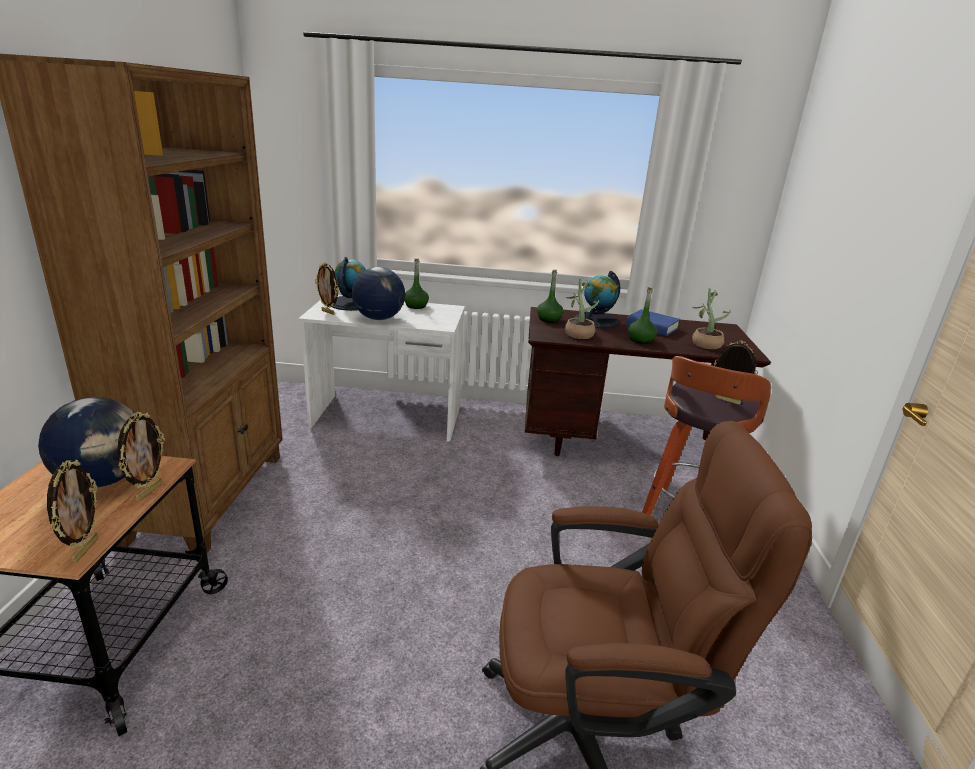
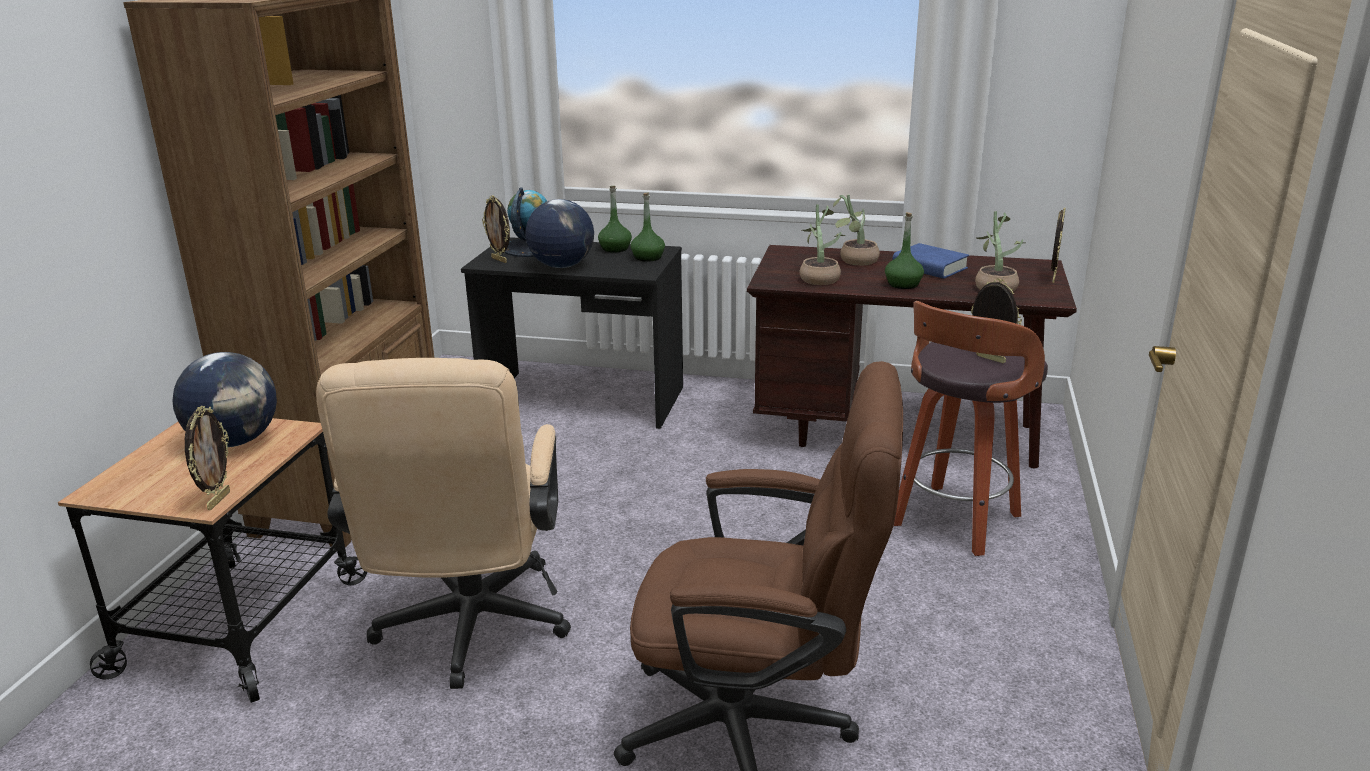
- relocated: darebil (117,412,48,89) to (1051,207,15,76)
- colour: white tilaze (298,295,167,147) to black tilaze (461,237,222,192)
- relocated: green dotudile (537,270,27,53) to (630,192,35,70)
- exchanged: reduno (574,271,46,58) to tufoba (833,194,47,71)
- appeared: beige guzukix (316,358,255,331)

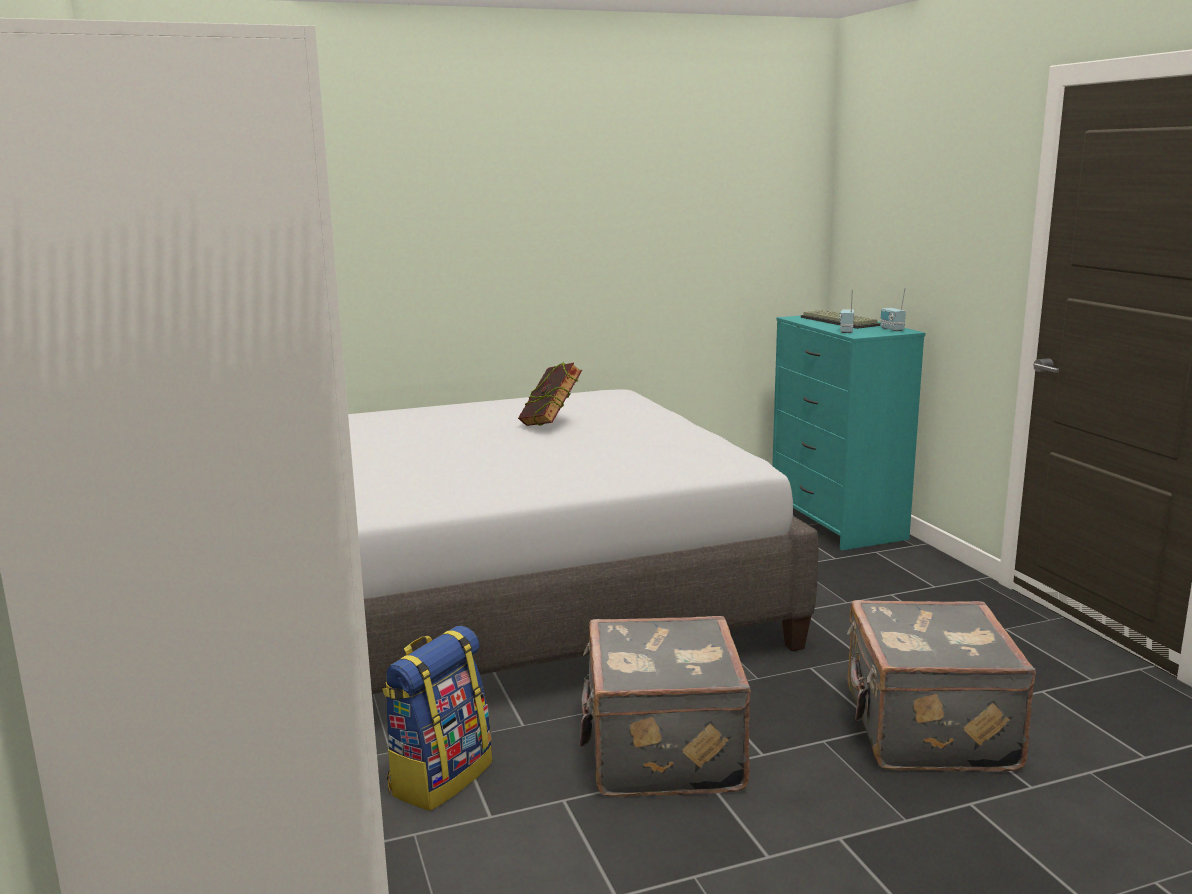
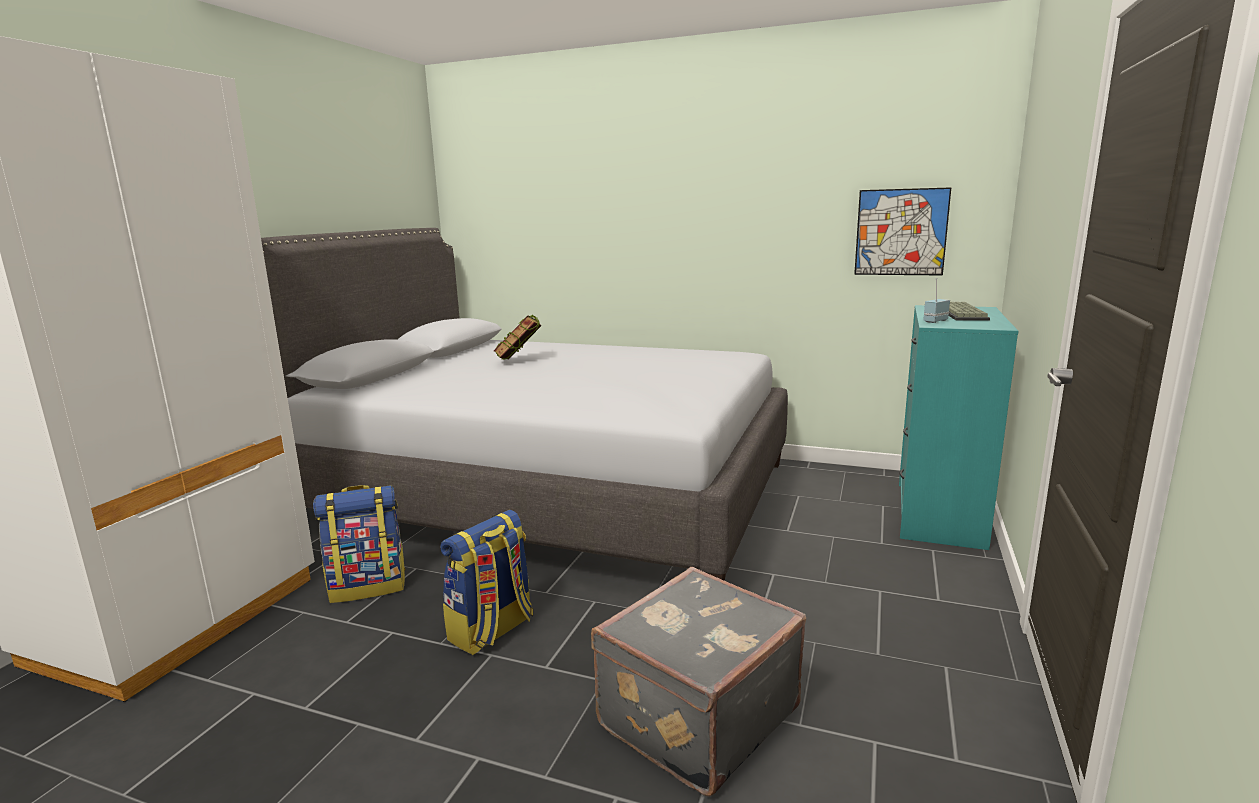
- relocated: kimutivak (518,362,64,64) to (494,315,47,44)
- exchanged: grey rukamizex (580,616,171,181) to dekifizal (440,510,93,145)
- missing: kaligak (880,288,26,43)
- appeared: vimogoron (854,187,98,89)

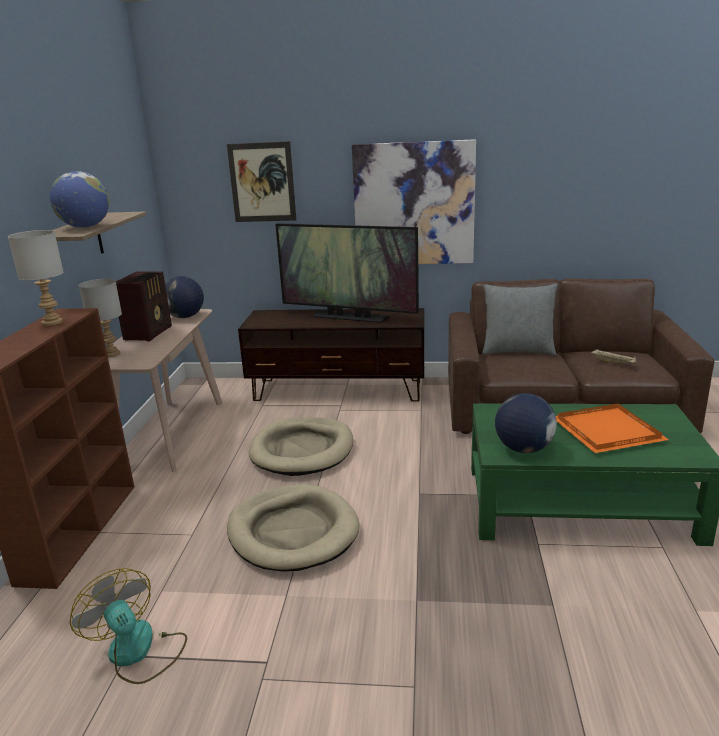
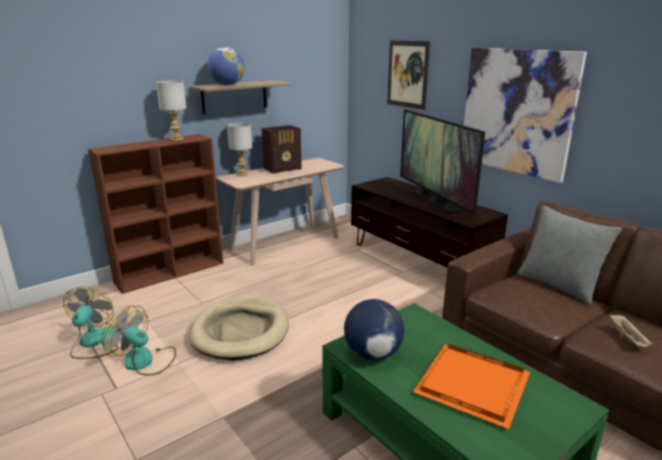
- missing: reduno (165,276,39,42)
- missing: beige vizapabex (249,417,104,59)
- appeared: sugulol (101,306,75,69)

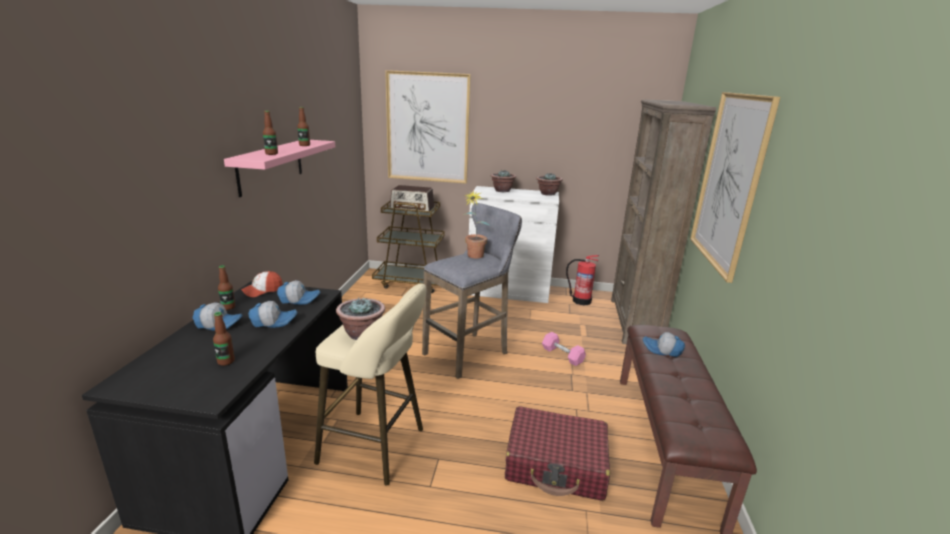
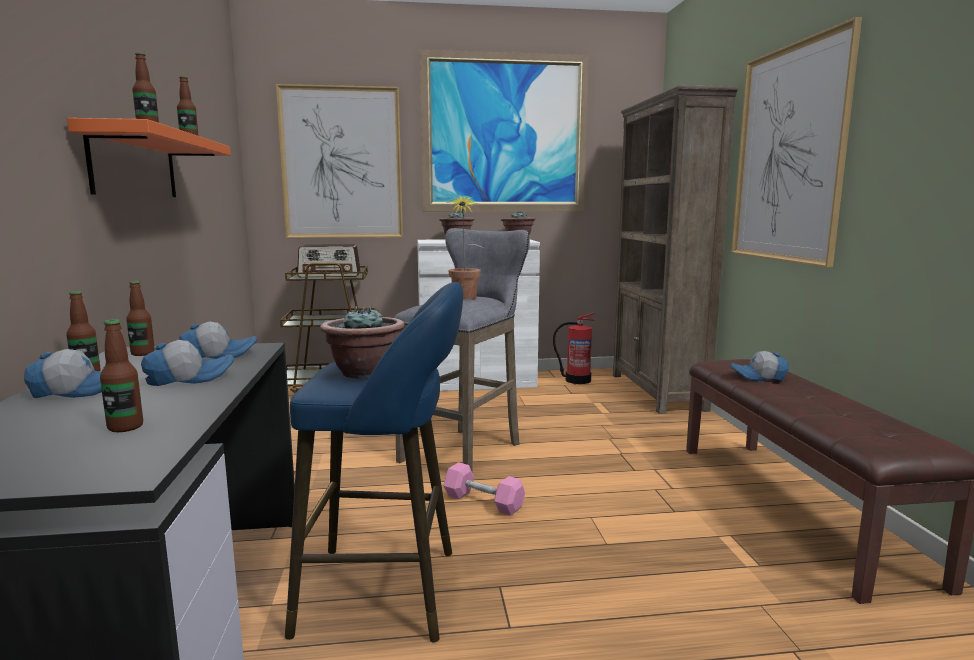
- colour: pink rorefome (224,140,111,57) to orange rorefome (67,118,164,79)
- exchanged: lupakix (241,271,42,26) to dotudile (126,281,29,75)
- colour: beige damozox (314,283,112,202) to blue damozox (285,282,178,360)
- missing: red rukamizex (505,406,105,95)
- relocated: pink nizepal (542,332,44,34) to (443,462,82,54)
- appeared: vimogoron (420,50,169,162)

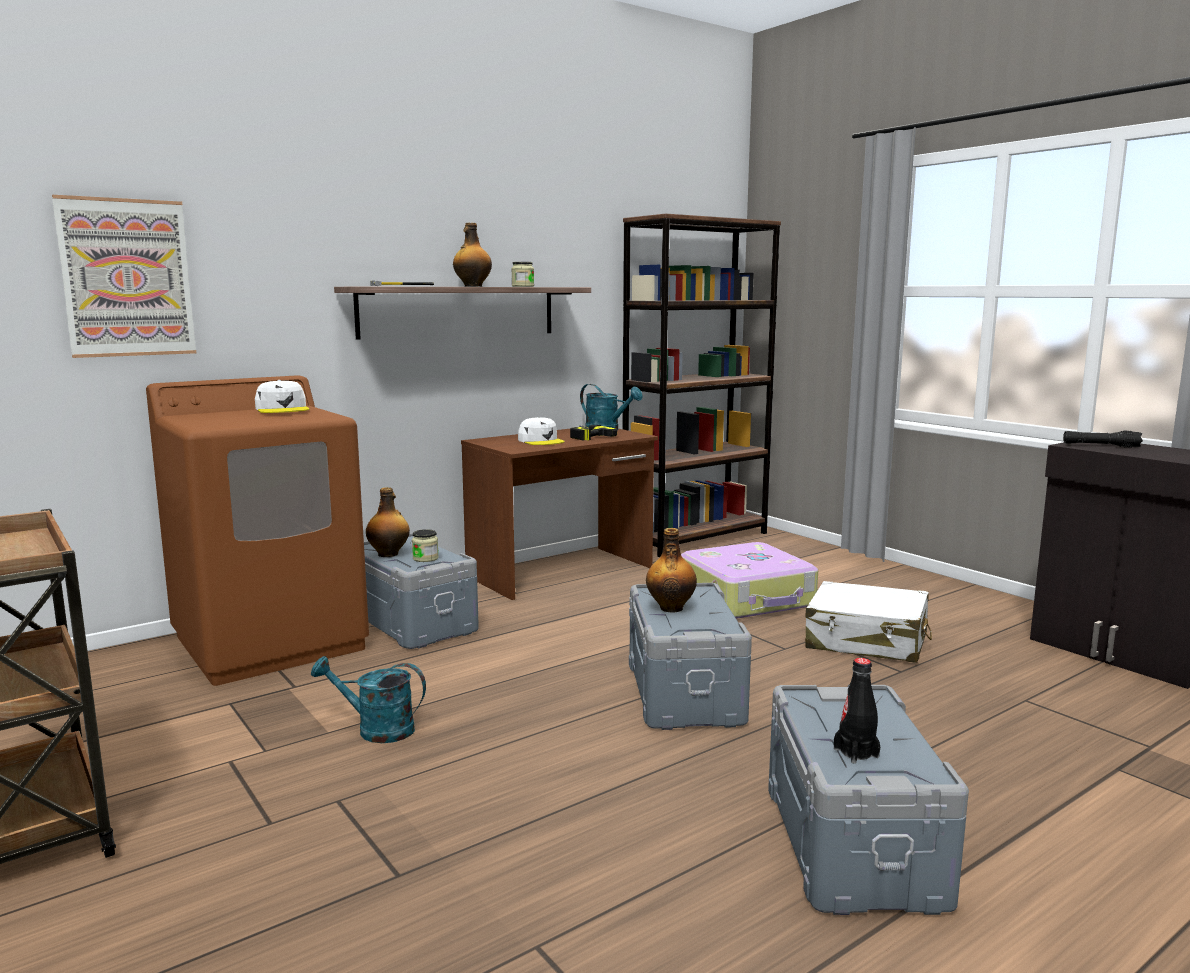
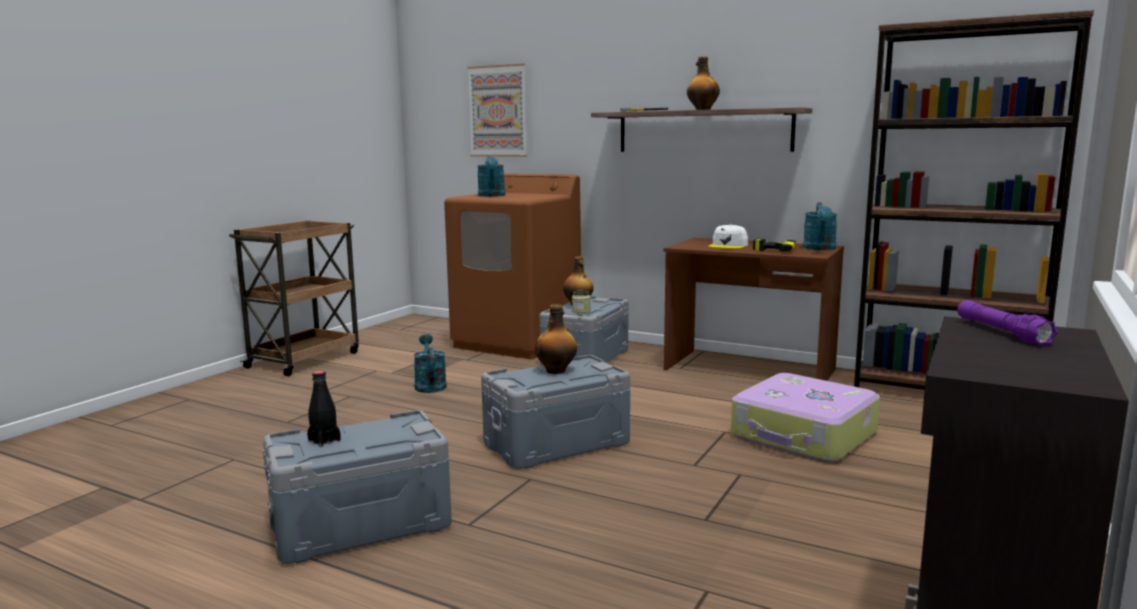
- missing: white lupakix (255,380,55,33)
- missing: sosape (511,262,23,25)
- missing: white rukamizex (805,581,127,82)
- colour: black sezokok (1063,431,80,17) to purple sezokok (957,300,101,45)
- appeared: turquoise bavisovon (477,156,28,41)

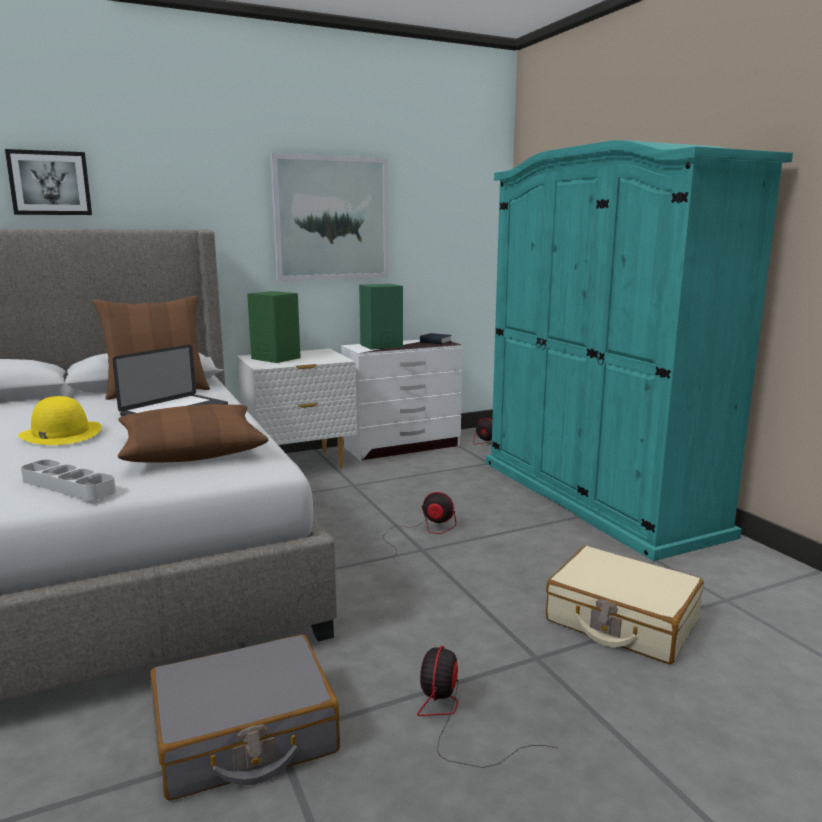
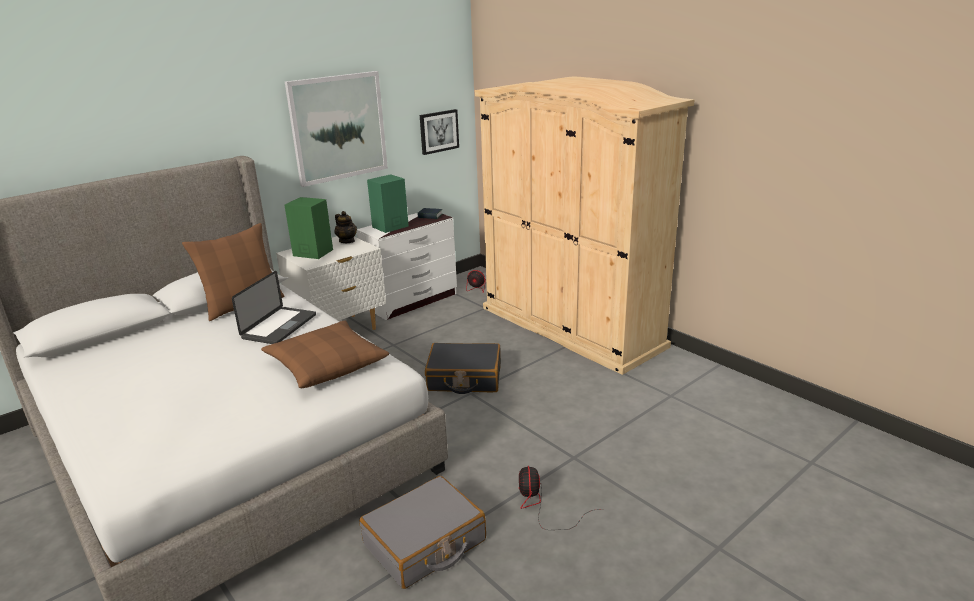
- relocated: vimogoron (5,149,87,66) to (420,109,39,46)
- missing: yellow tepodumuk (18,396,84,49)
- missing: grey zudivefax (21,460,95,41)
- exchanged: sugulol (383,492,73,66) to black rukamizex (425,343,76,51)
- colour: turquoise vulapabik (486,140,307,421) to beige vulapabik (475,76,219,299)
- missing: beige rukamizex (546,546,158,118)
- appeared: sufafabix (334,211,23,32)

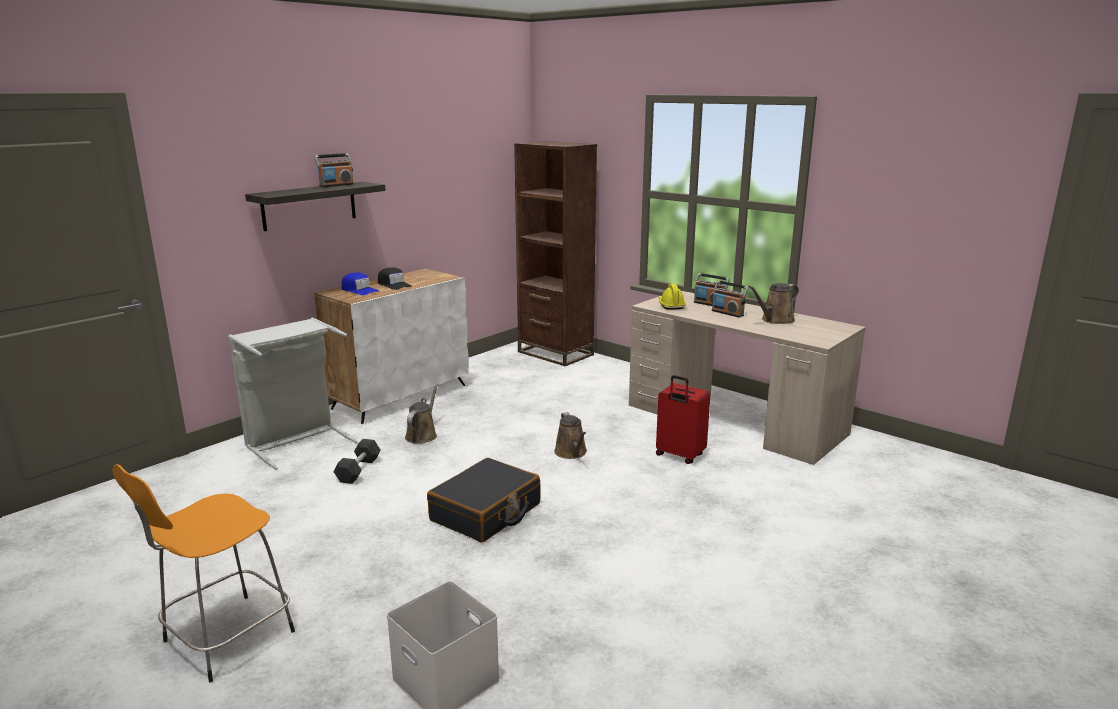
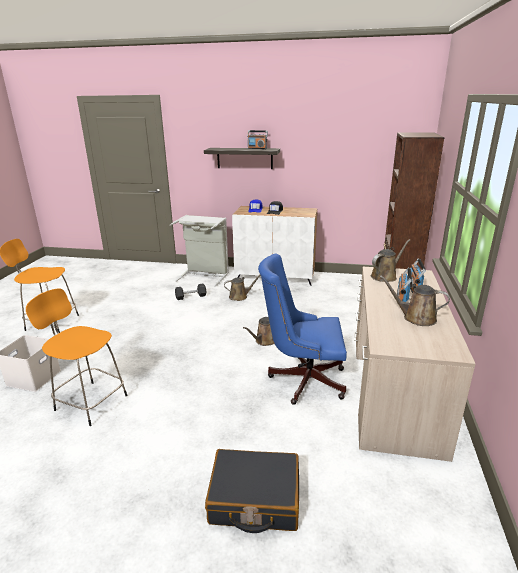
- relocated: black rukamizex (427,458,114,85) to (205,449,94,84)
- exchanged: red rukamizex (656,375,55,89) to blue guzukix (258,254,89,151)
- exchanged: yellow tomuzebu (659,284,27,26) to brown bavisovon (371,239,39,43)
- appeared: orange damozox (26,288,102,138)

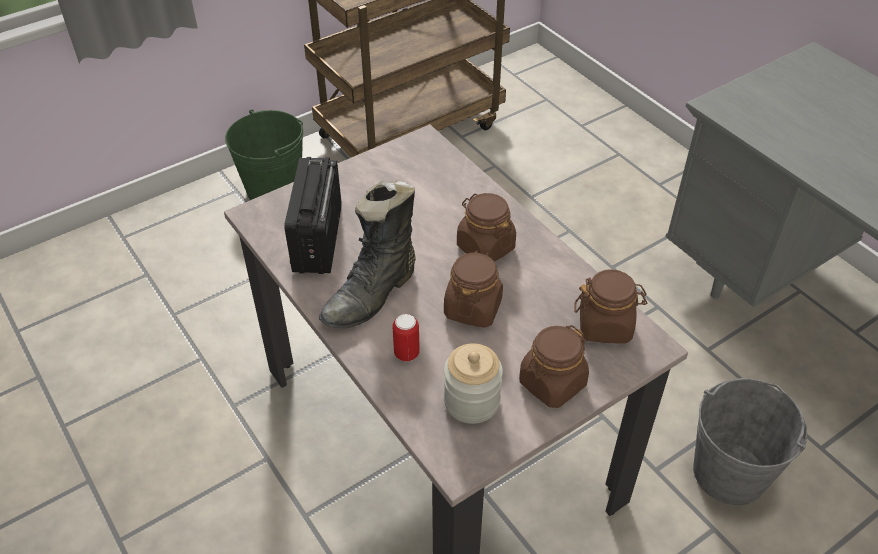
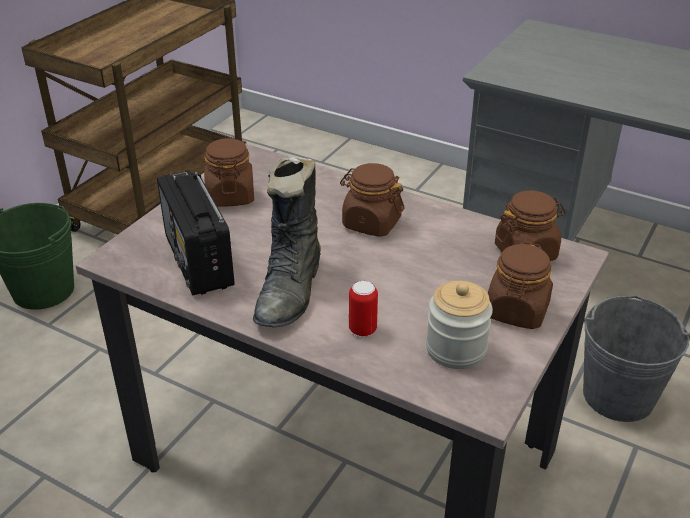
- relocated: brown sosape (444,251,59,77) to (204,138,50,68)

